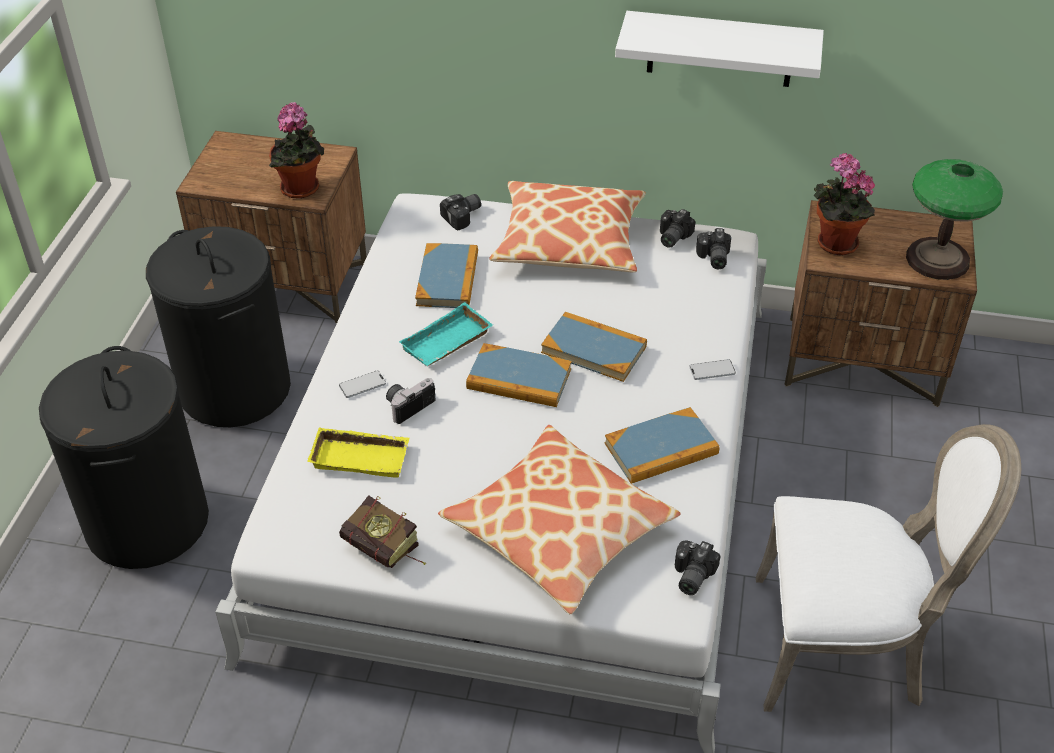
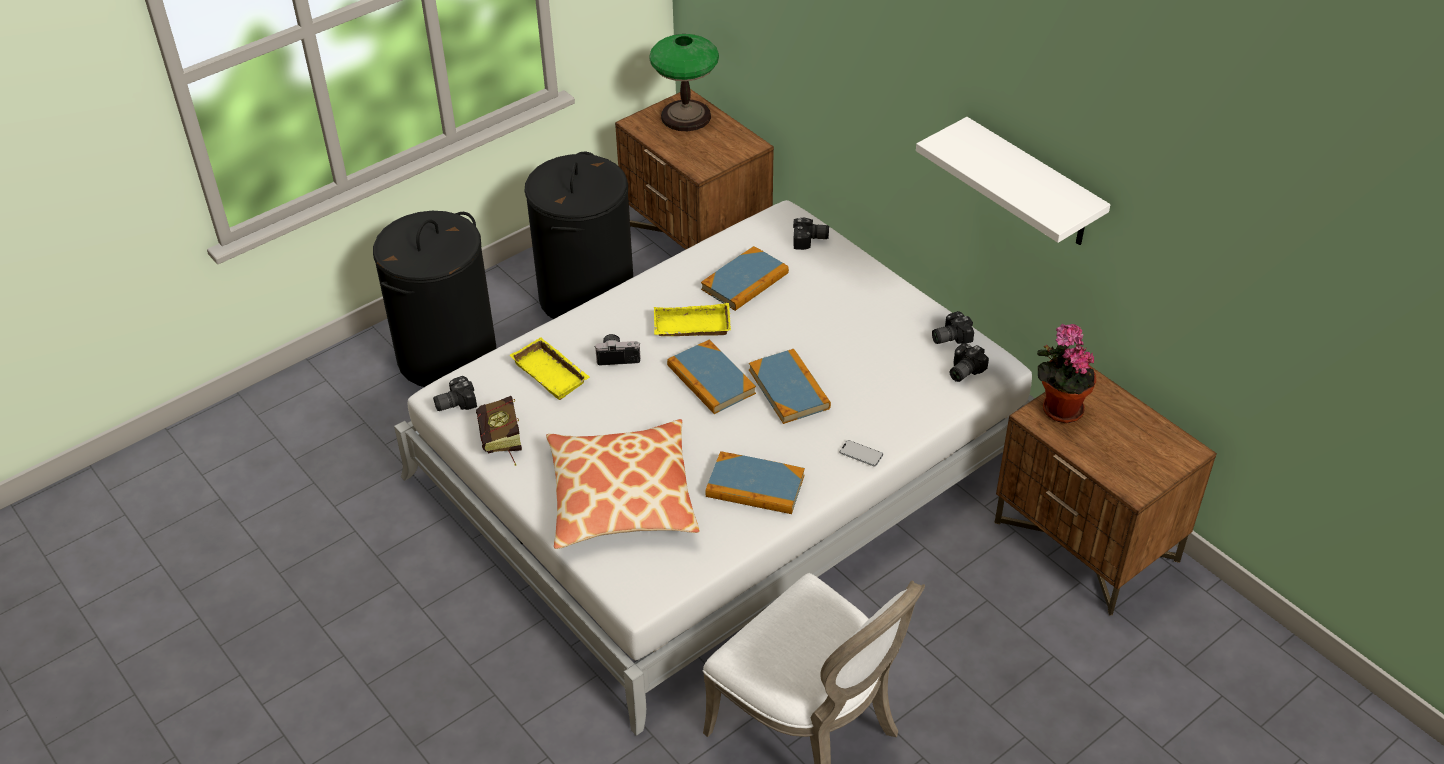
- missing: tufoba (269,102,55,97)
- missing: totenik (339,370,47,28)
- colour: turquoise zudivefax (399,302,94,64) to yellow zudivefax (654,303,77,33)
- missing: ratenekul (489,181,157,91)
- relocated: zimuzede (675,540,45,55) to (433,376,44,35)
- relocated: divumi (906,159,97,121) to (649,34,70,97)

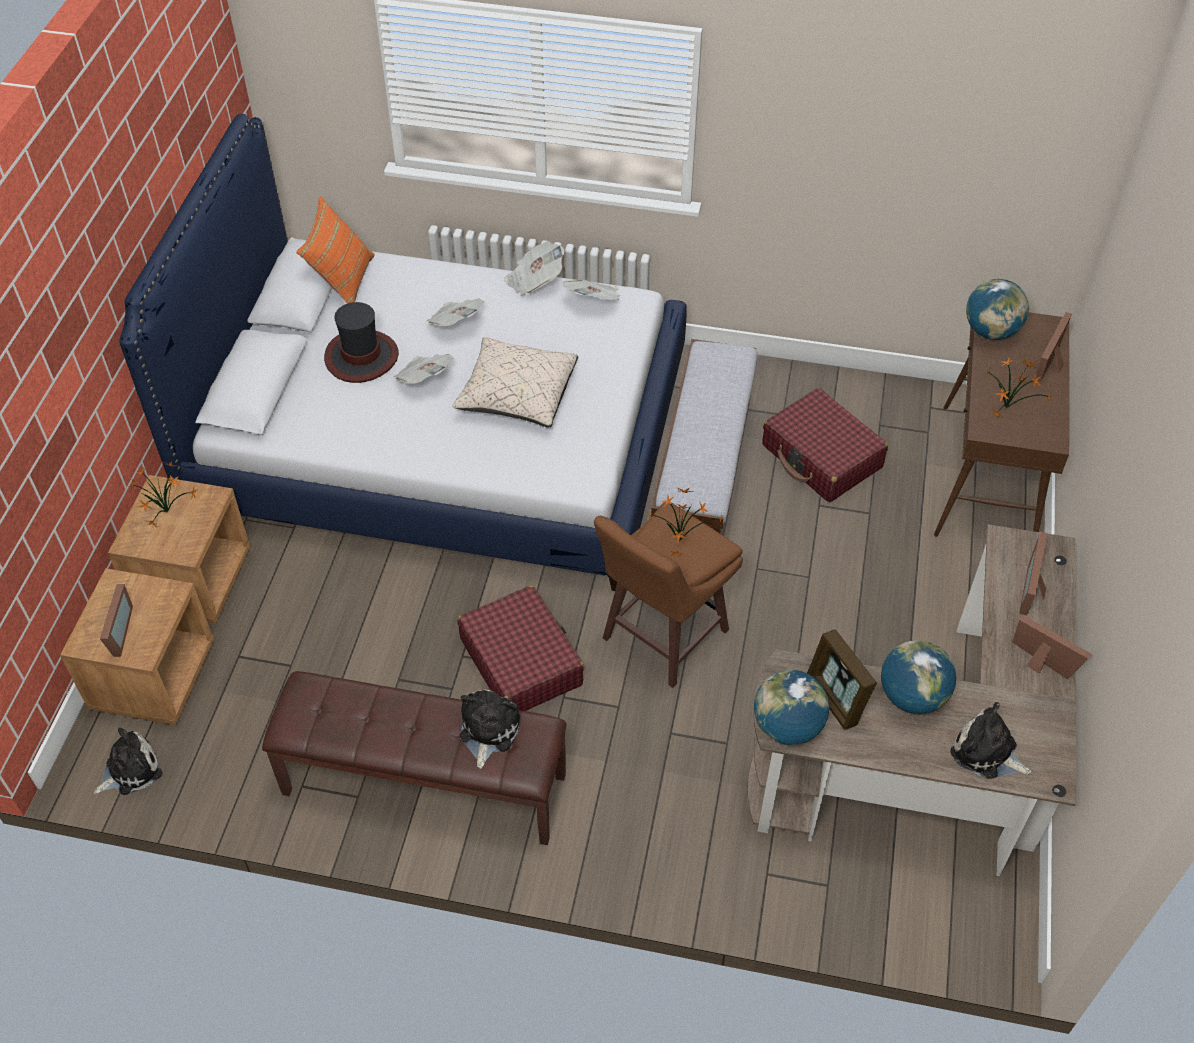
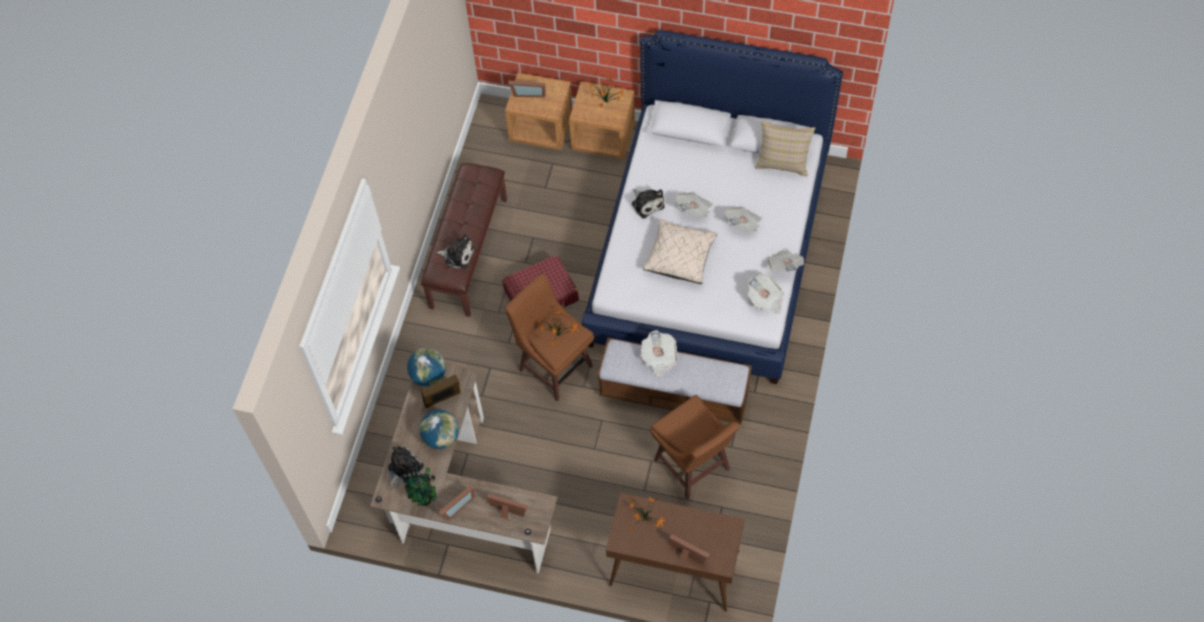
- relocated: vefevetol (94,728,68,67) to (632,189,32,30)
- colour: orange ratenekul (296,196,79,108) to beige ratenekul (755,121,60,56)
- missing: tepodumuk (324,302,75,81)
- exchanged: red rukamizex (762,388,126,114) to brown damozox (650,395,89,105)
- missing: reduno (966,279,63,61)
- appeared: tufoba (405,467,32,39)
- appeared: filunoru (641,330,37,47)

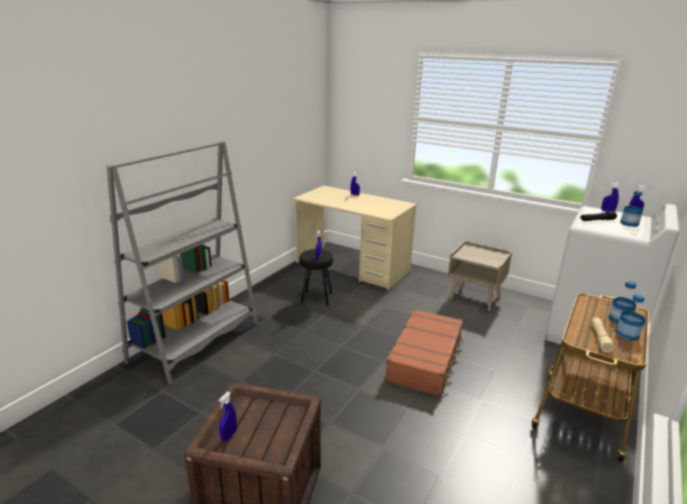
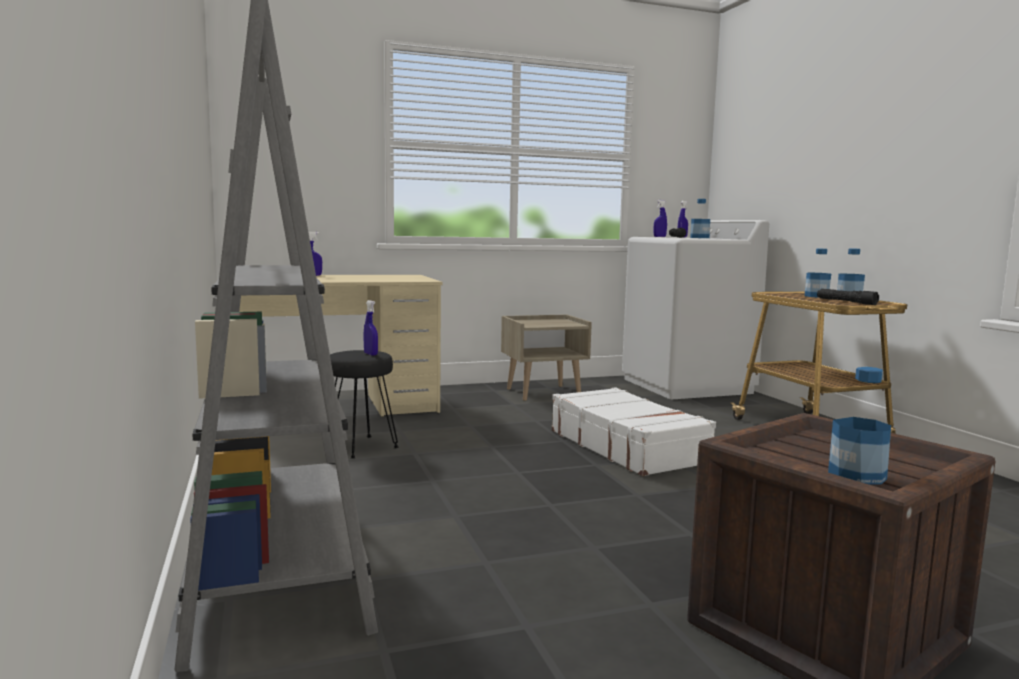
- exchanged: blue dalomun (219,392,18,50) to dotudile (828,367,63,118)
- colour: brown rukamizex (385,309,79,88) to white rukamizex (552,387,164,89)
- colour: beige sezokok (591,317,23,36) to black sezokok (817,289,62,16)

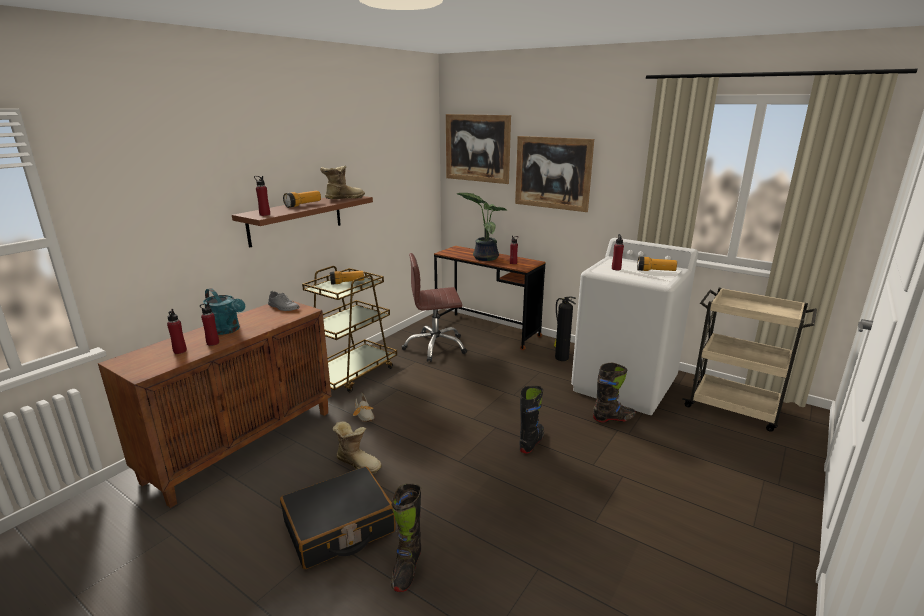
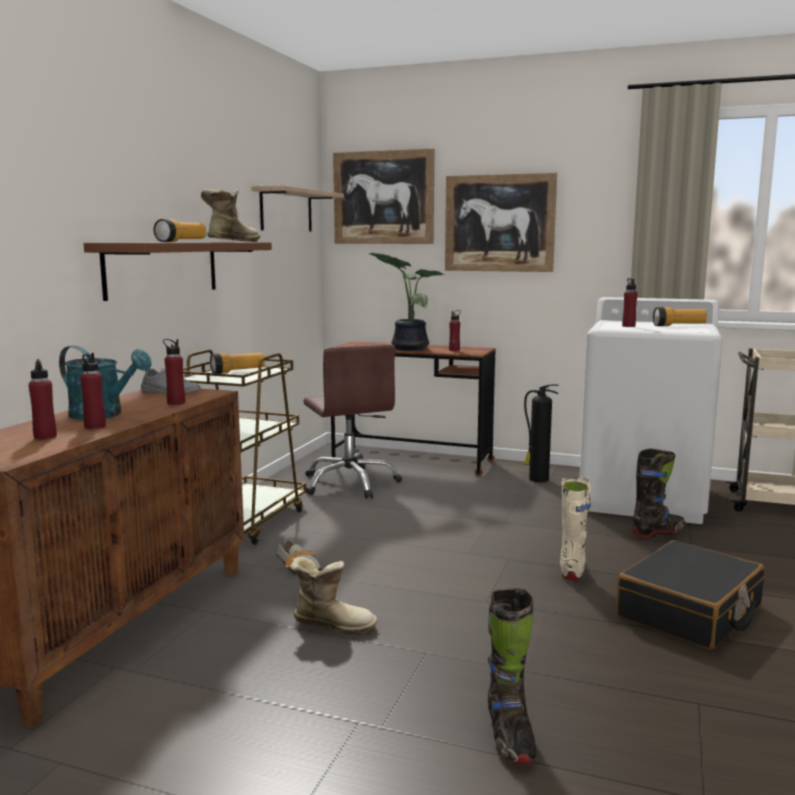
- relocated: red dotudile (254,176,16,40) to (163,339,22,66)
- relocated: black rukamizex (280,466,116,103) to (616,540,148,110)
- spun: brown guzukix (402,253,65,109) = (303,345,99,154) 90 degrees counterclockwise
- colour: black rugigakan (520,386,24,67) to beige rugigakan (560,477,31,103)
- appeared: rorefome (251,185,93,47)

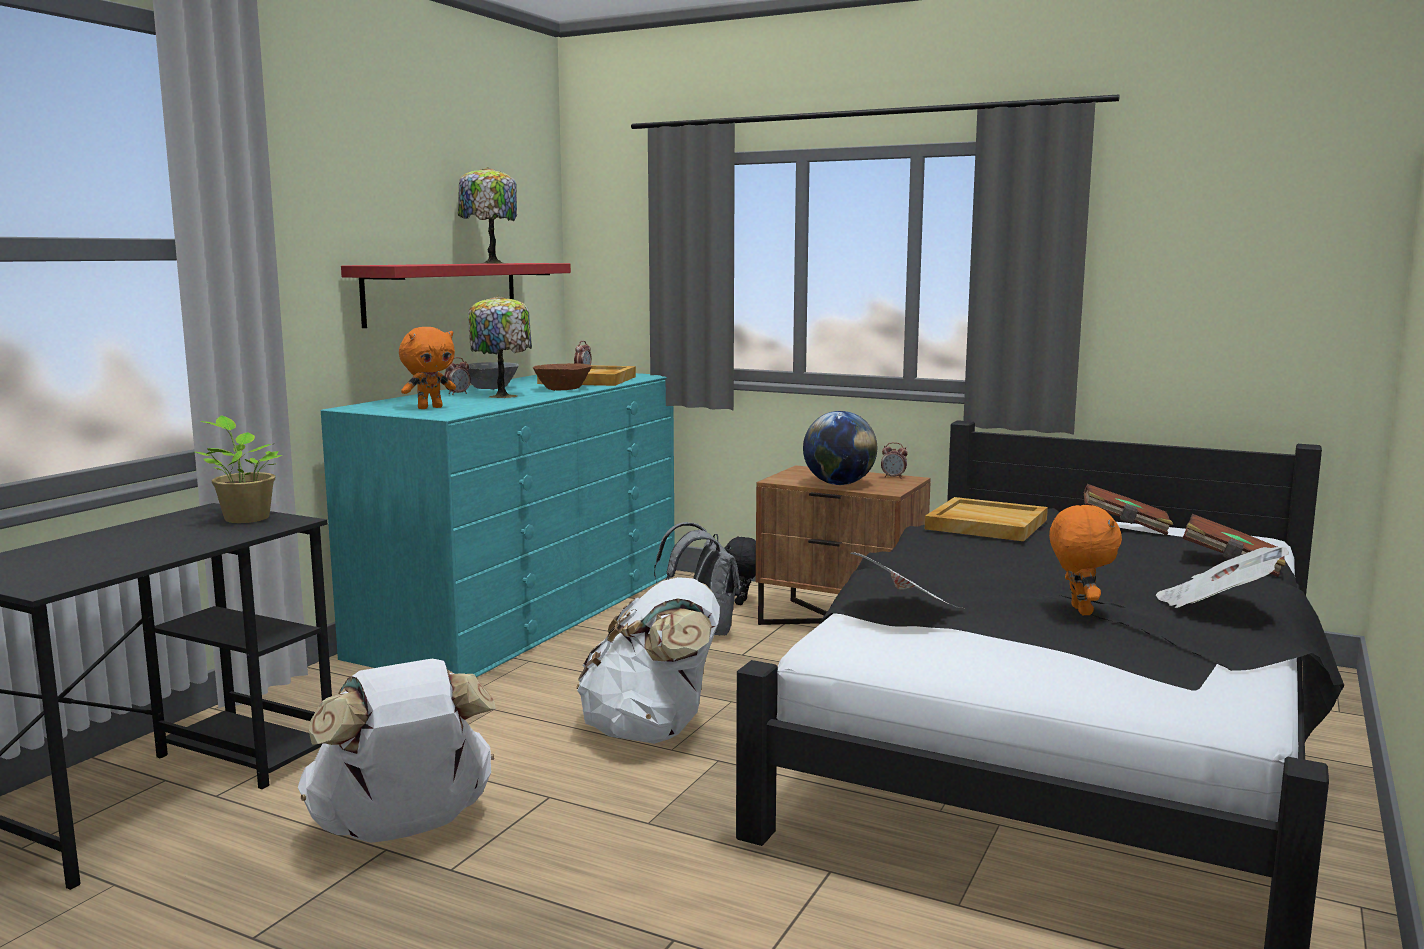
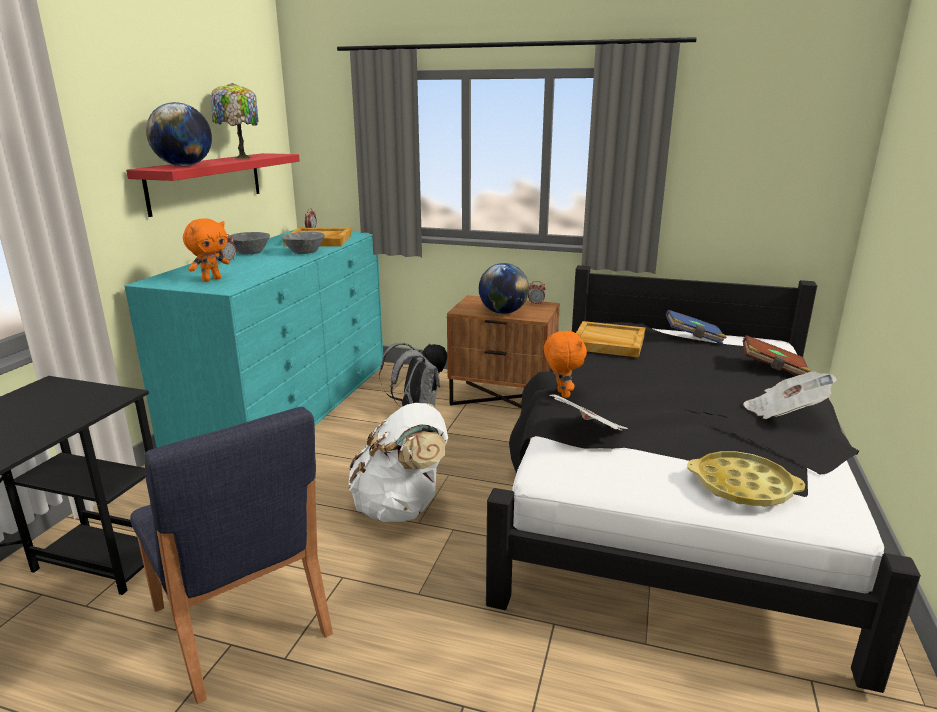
- missing: tufoba (195,416,87,107)
- exchanged: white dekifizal (298,659,198,184) to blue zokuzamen (130,407,203,297)
- missing: divumi (468,295,64,103)
- colour: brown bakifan (533,363,59,28) to grey bakifan (281,232,44,22)
- relocated: orange vefevetol (1049,505,73,110) to (544,329,43,69)
- colour: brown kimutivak (1083,484,90,51) to blue kimutivak (666,310,61,35)
- appeared: reduno (146,102,66,64)
- appeared: yellow zudivefax (687,451,118,56)

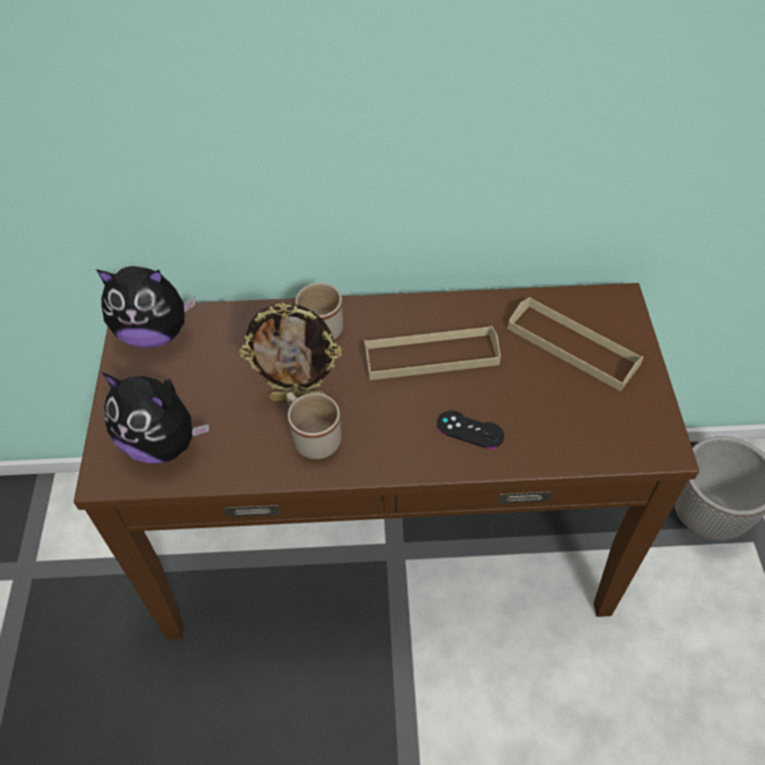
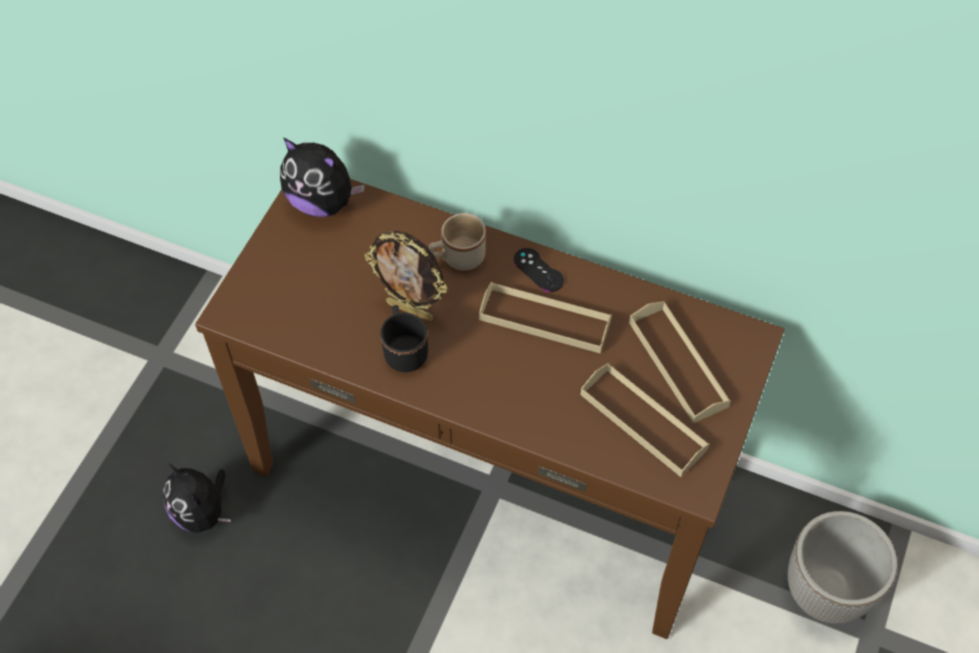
- relocated: vefevetol (101,372,108,92) to (163,464,68,69)
- colour: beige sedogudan (286,392,55,67) to black sedogudan (380,305,48,67)
- relocated: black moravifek (437,410,67,39) to (514,248,50,44)
- appeared: beige zudivefax (580,363,129,114)

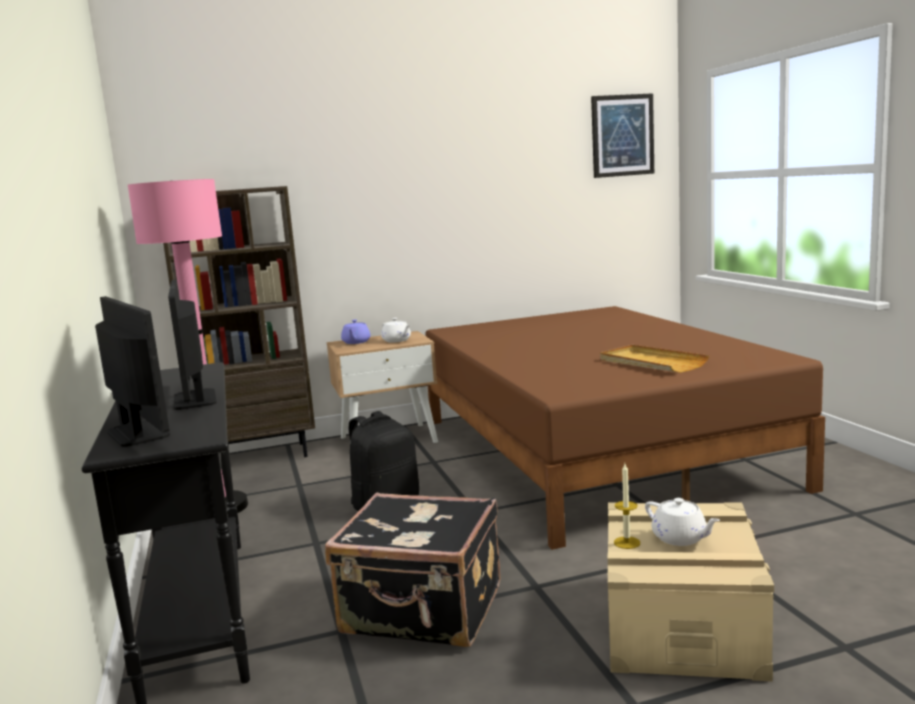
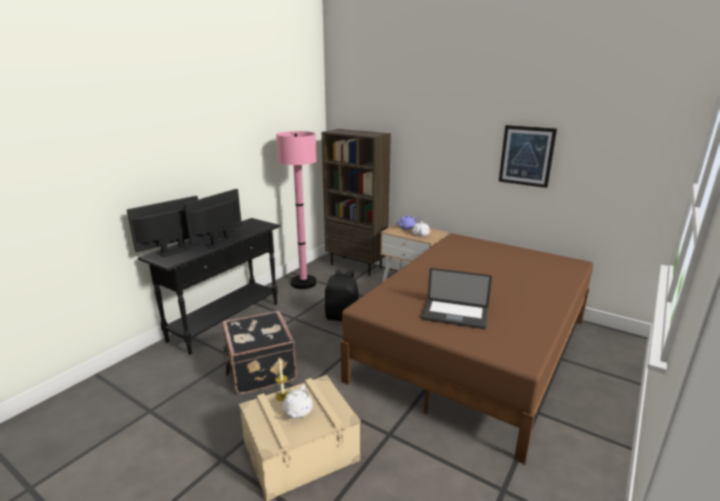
- spun: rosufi (95,296,75,151) = (127,196,71,61) 150 degrees counterclockwise
- relocated: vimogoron (591,93,63,85) to (499,125,58,63)
- exchanged: beige zudivefax (600,345,109,28) to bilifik (422,268,70,61)

